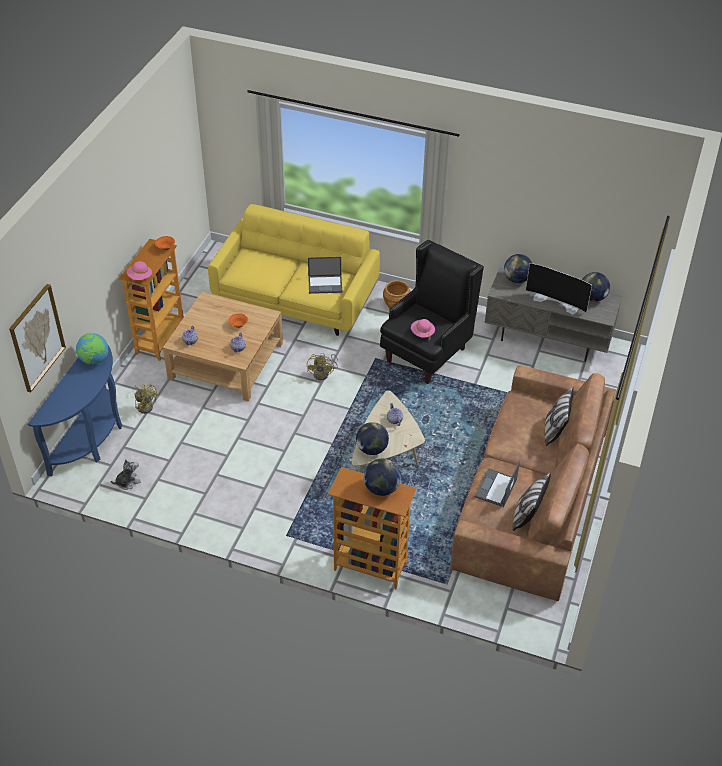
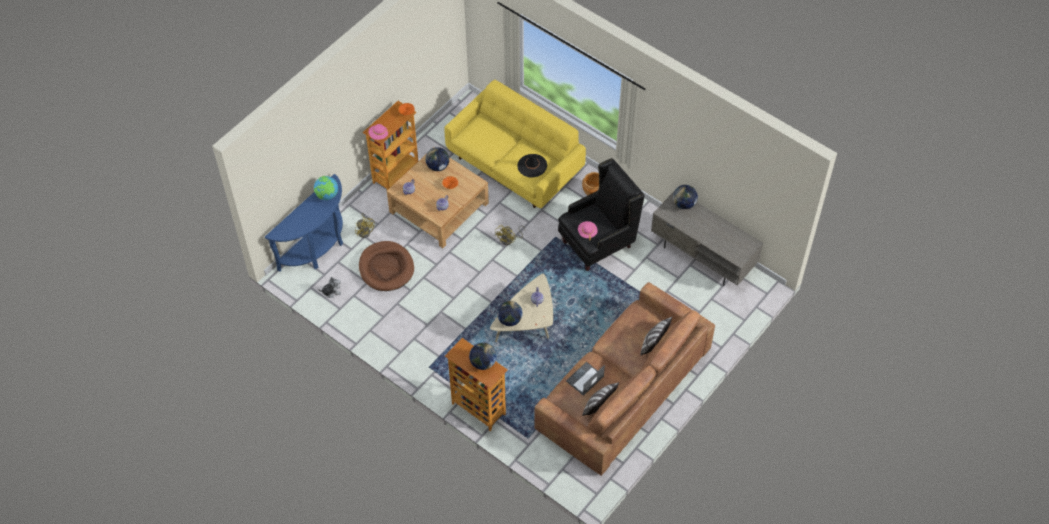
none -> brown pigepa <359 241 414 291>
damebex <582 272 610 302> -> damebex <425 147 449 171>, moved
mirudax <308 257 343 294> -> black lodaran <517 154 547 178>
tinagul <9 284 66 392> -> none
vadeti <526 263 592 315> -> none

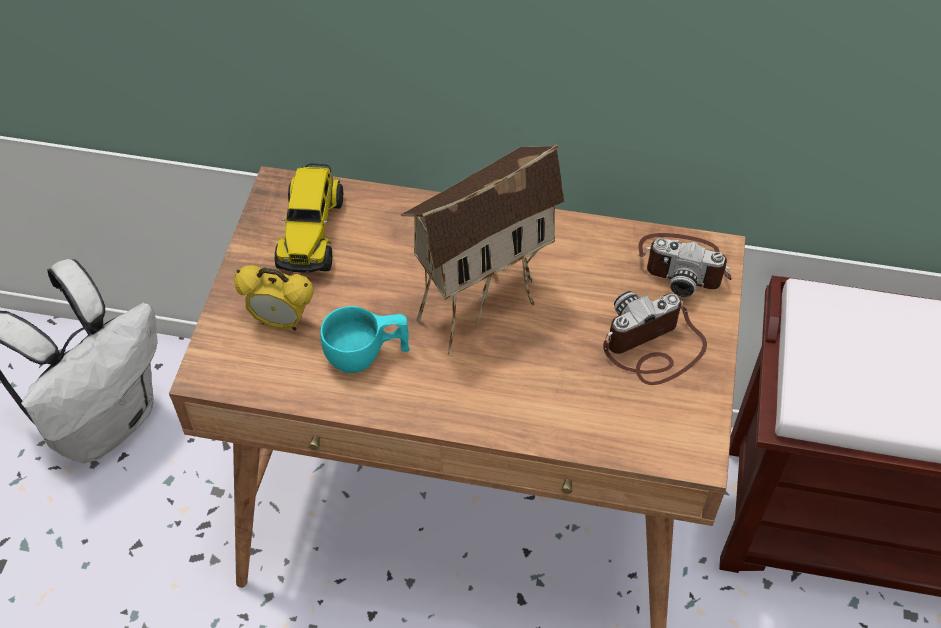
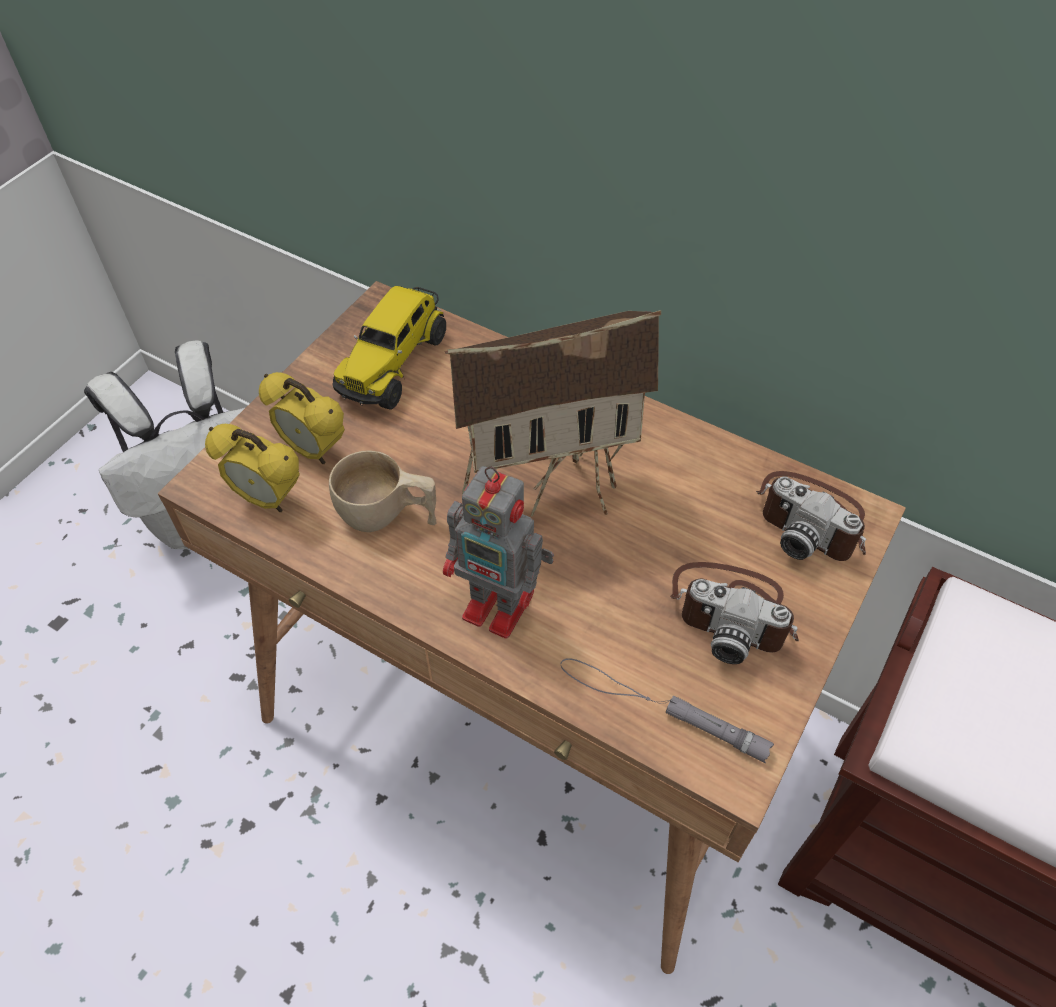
none -> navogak <205 424 300 512>
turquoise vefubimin <320 306 410 373> -> beige vefubimin <329 450 437 532>
none -> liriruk <443 466 554 639>
none -> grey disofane <561 658 774 763>
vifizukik <603 291 707 385> -> vifizukik <670 562 799 664>, 150 degrees counterclockwise

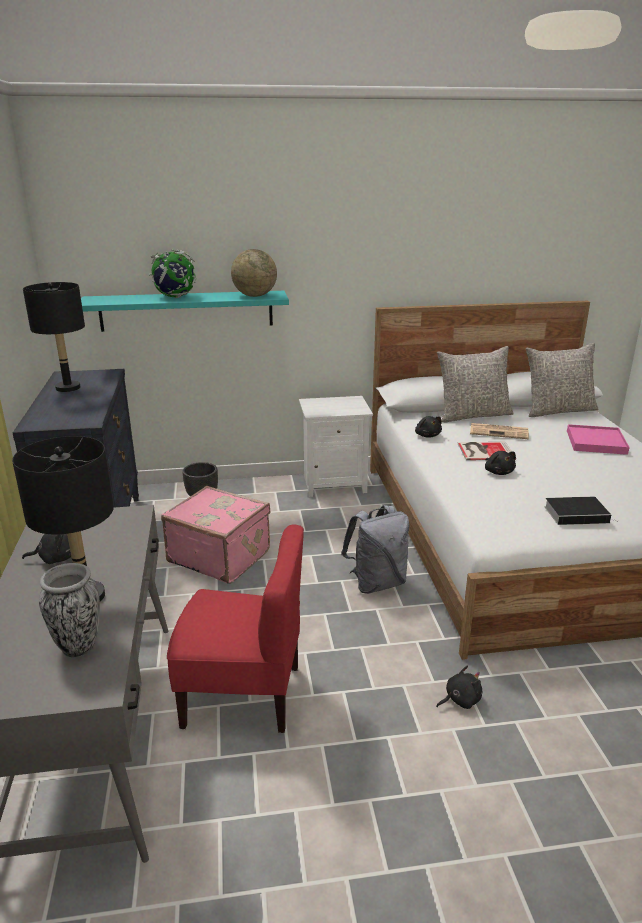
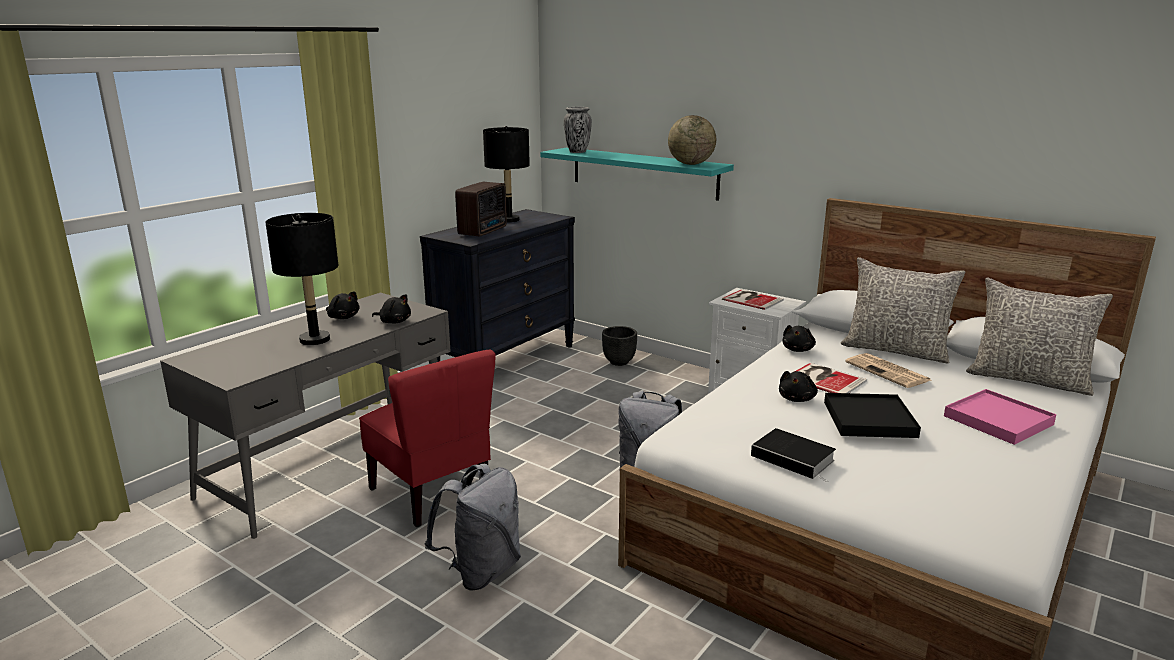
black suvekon <436 666 482 709> -> black suvekon <372 294 411 324>, moved
none -> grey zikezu <425 464 521 591>
none -> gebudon <455 182 507 237>
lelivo <39 563 100 657> -> lelivo <564 107 592 153>, moved
none -> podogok <722 289 784 310>
none -> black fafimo <824 393 921 438>
damebex <149 250 196 298> -> none
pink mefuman <161 486 270 584> -> none

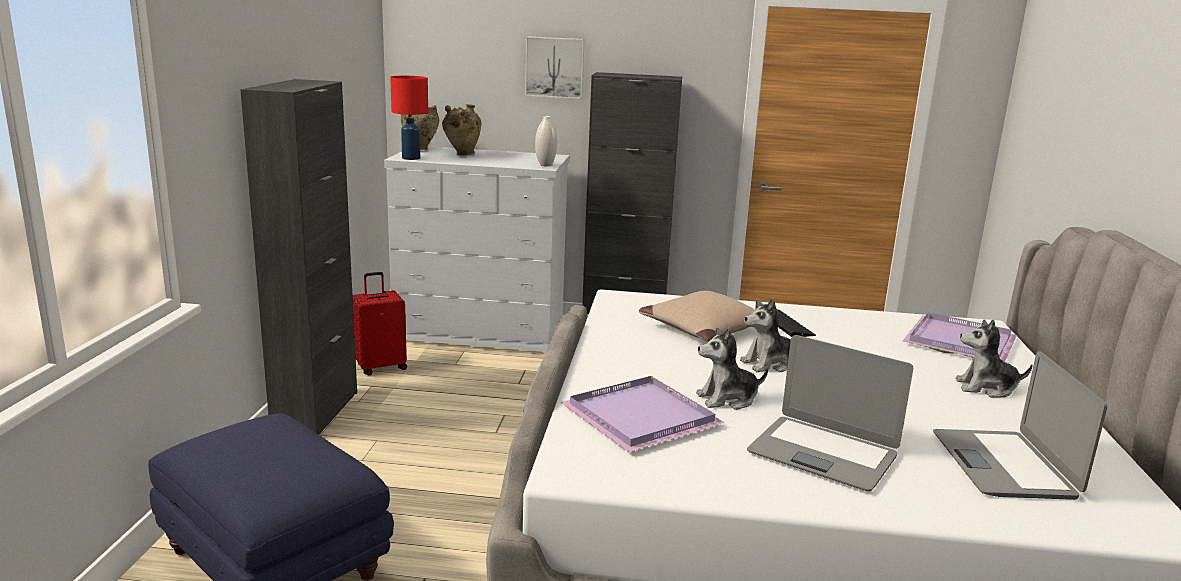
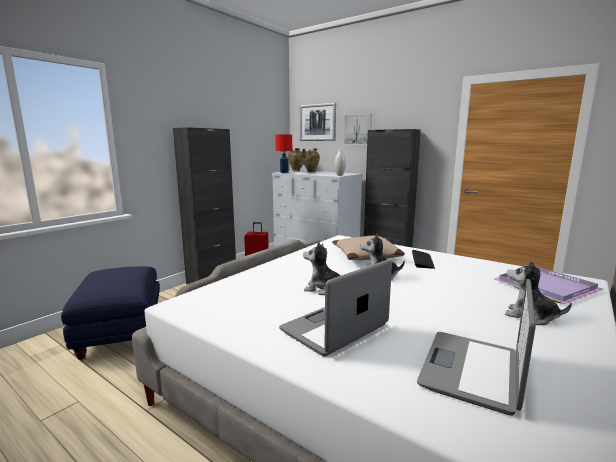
mirudax <747 335 913 491> -> mirudax <279 259 392 357>, 75 degrees clockwise
none -> tinagul <300 103 336 141>
purple fafimo <560 376 725 452> -> none

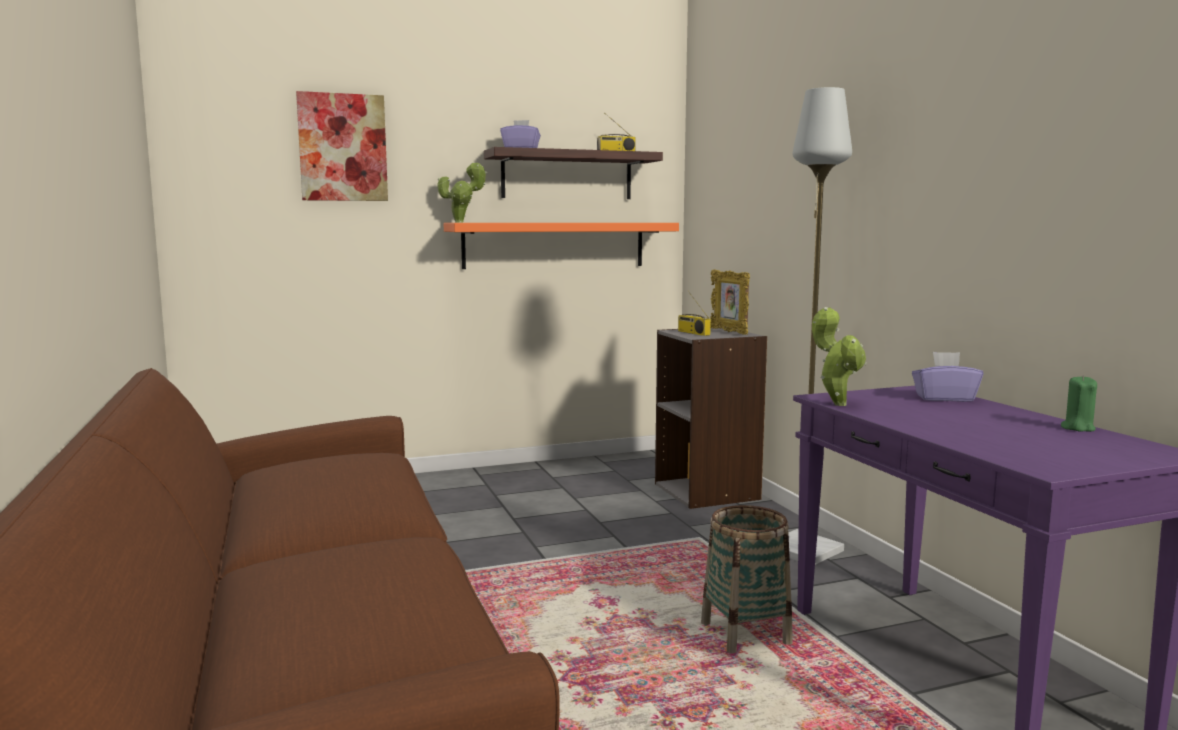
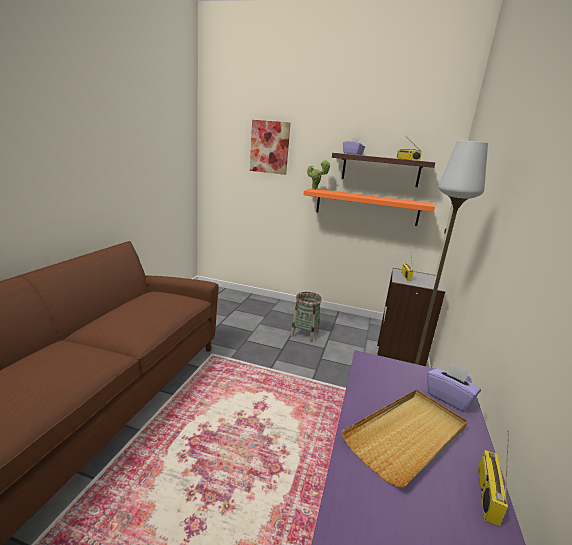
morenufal <701 505 793 654> -> morenufal <291 292 322 342>, moved
none -> beige fafimo <341 389 468 488>
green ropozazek <1061 375 1097 432> -> gebudon <478 431 509 527>
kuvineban <710 270 750 335> -> none
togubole <812 307 867 406> -> none

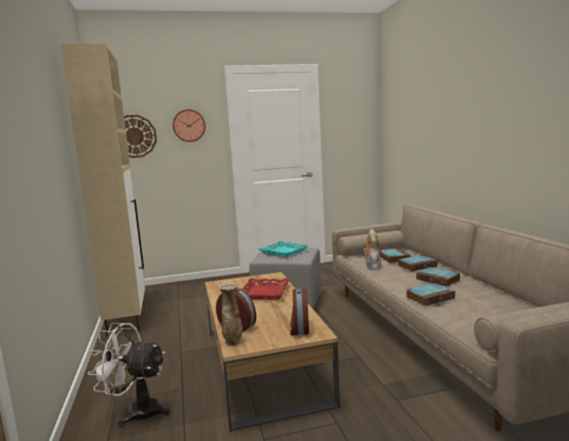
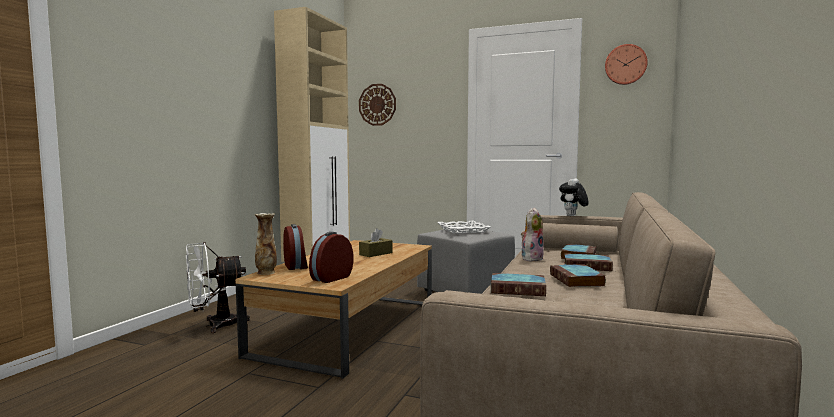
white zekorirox <87 323 171 427> -> white zekorirox <186 242 250 333>, 75 degrees counterclockwise
red fafimo <242 278 290 300> -> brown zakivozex <359 228 393 257>
turquoise fafimo <258 241 309 257> -> white fafimo <437 221 490 234>
none -> suvekon <559 178 589 216>
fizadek <173 109 206 142> -> fizadek <605 44 648 85>, moved

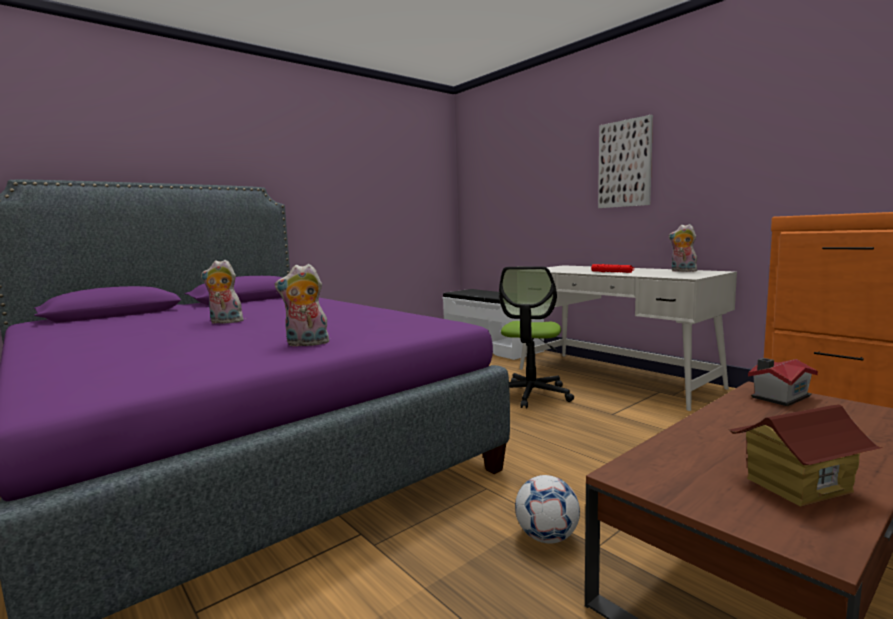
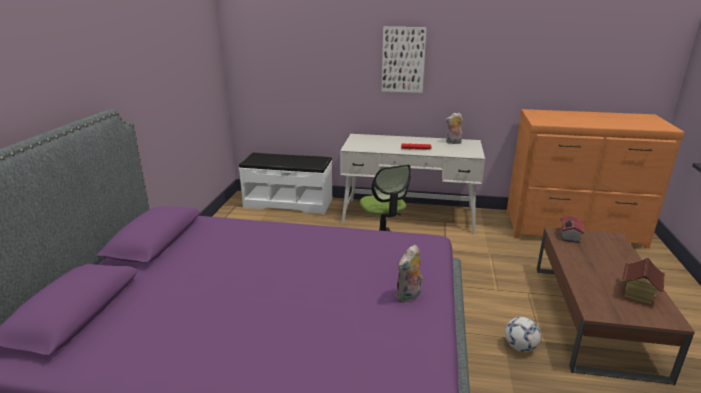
suvekon <201 260 244 324> -> none

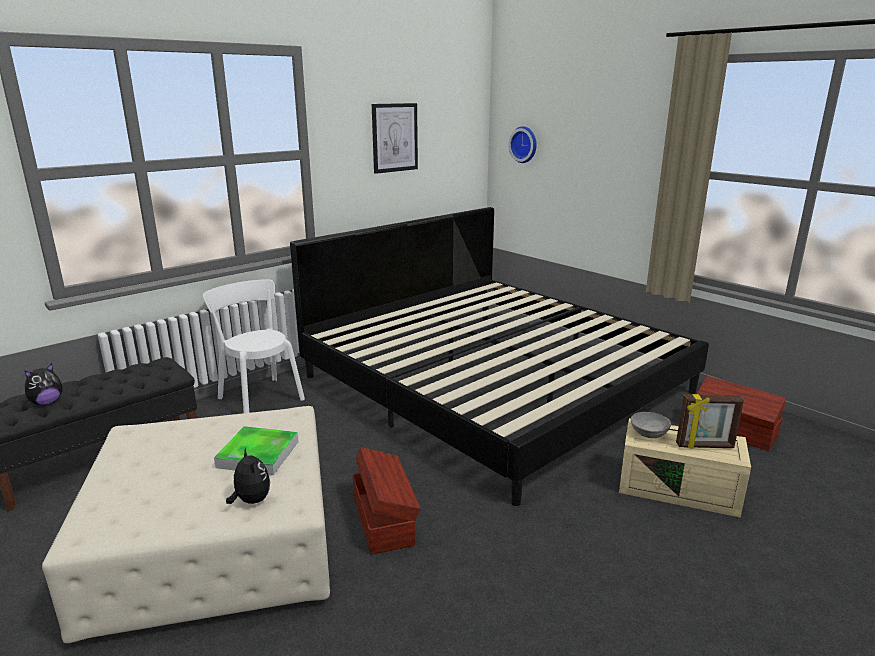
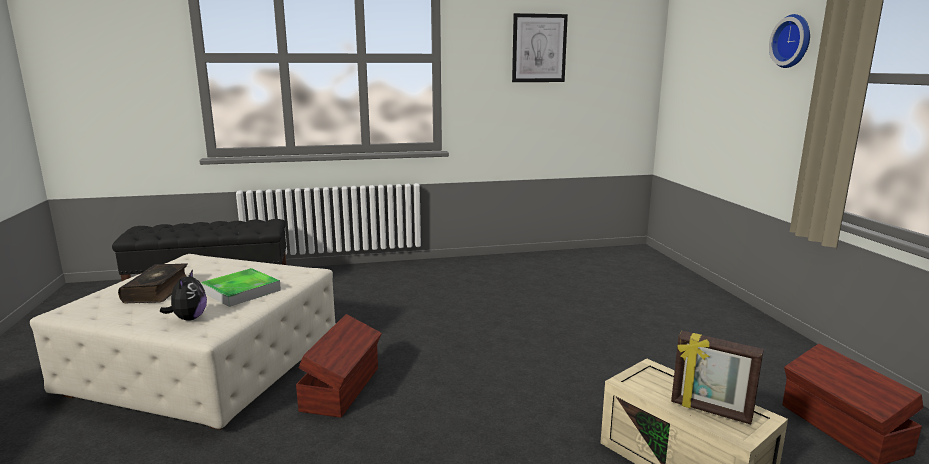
none -> podogok <118 263 188 303>
fizadek <509 126 537 163> -> fizadek <769 14 810 68>, moved
suvekon <24 363 62 405> -> none
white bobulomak <203 279 305 413> -> none
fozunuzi <290 207 709 506> -> none
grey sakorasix <631 412 671 438> -> none

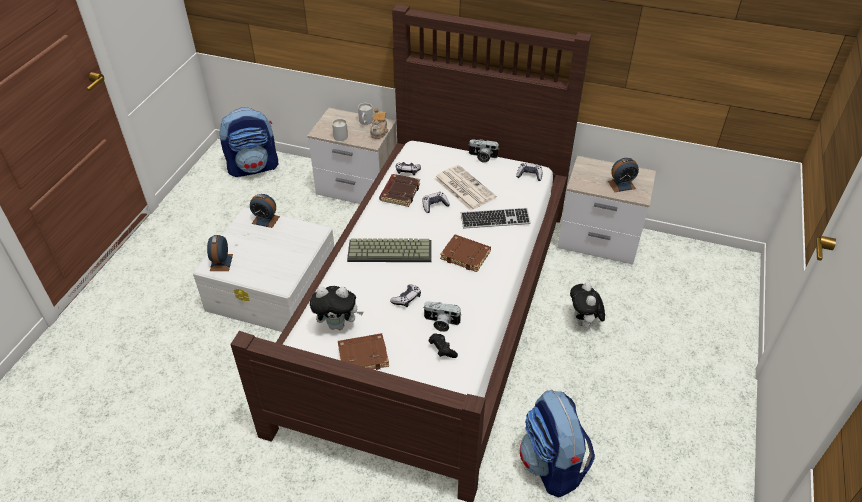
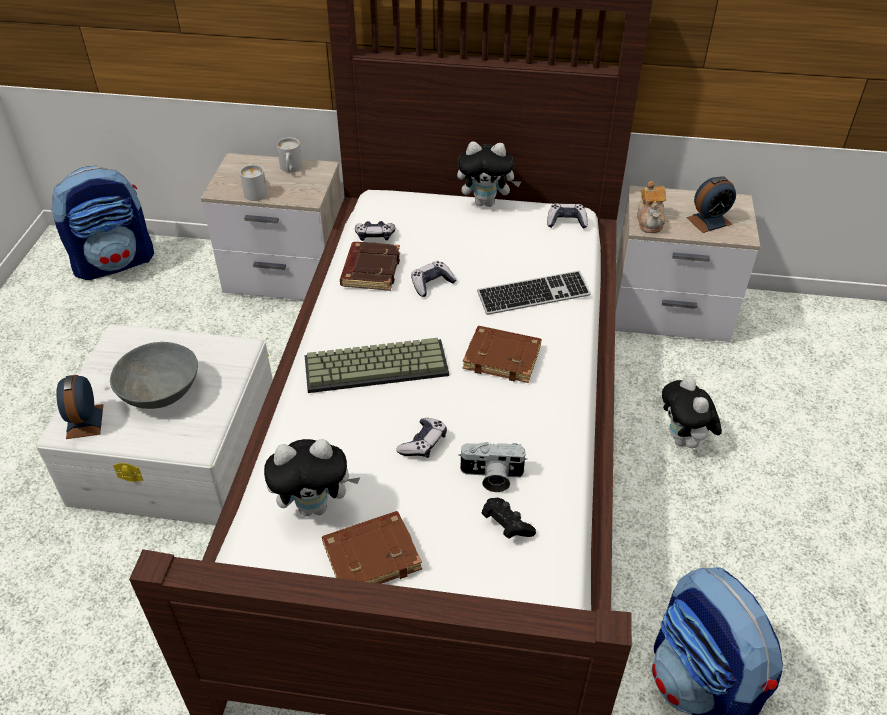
none -> grey sakorasix <110 342 198 409>
vifizukik <468 139 499 163> -> suvekon <457 142 522 207>
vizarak <370 108 388 139> -> vizarak <637 181 666 233>, moved
navogak <250 194 280 228> -> none
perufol <434 165 497 211> -> none

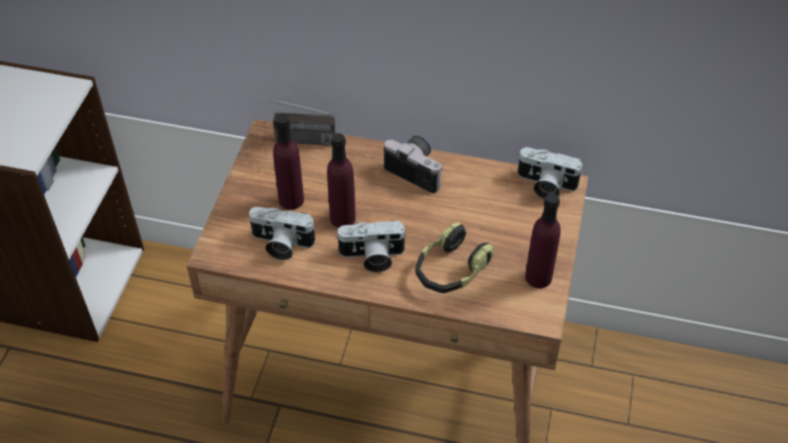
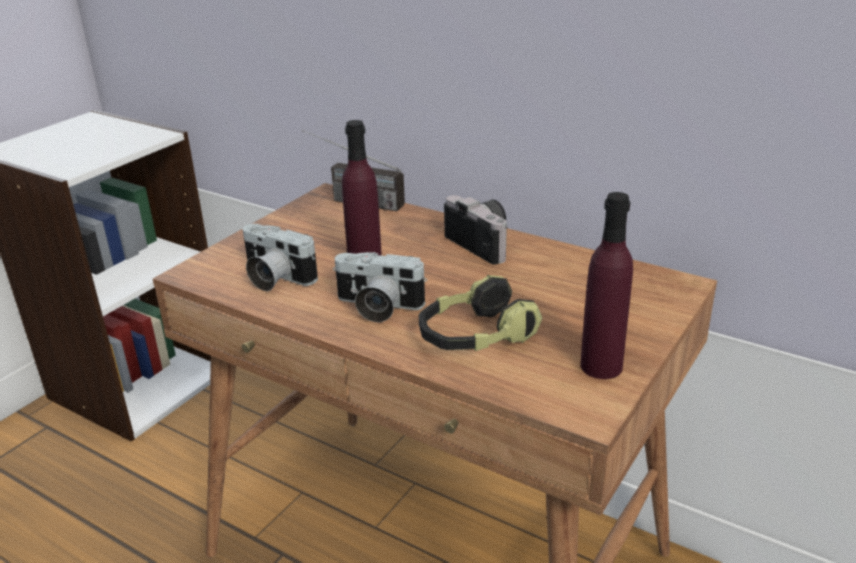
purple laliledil <273 115 304 210> -> none
vifizukik <517 147 583 199> -> none

